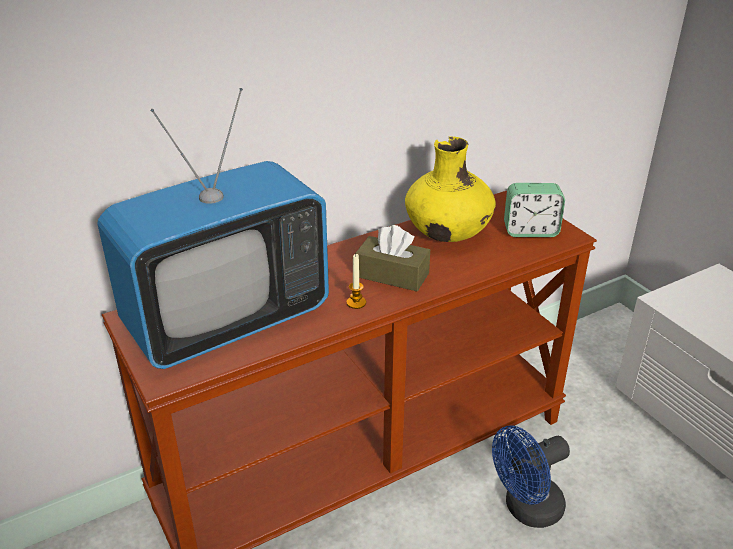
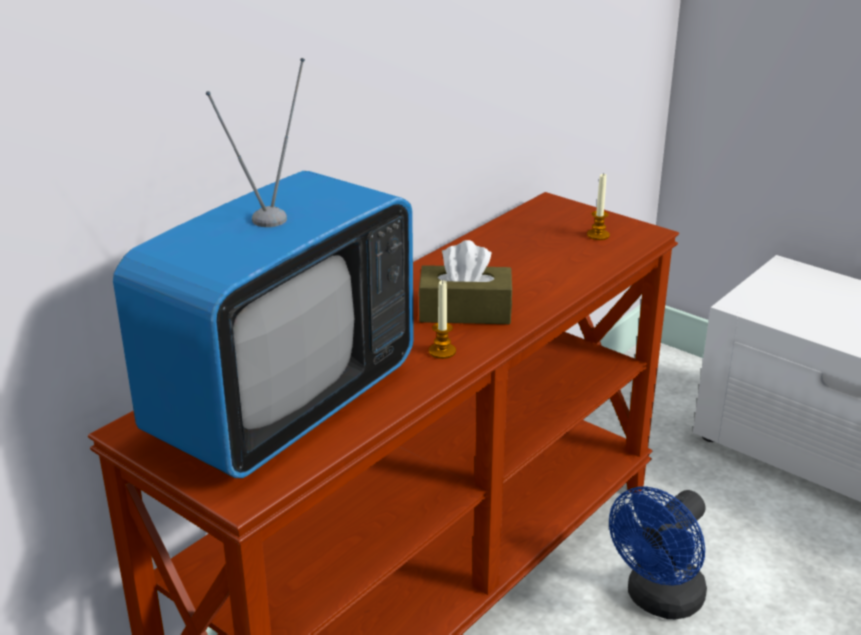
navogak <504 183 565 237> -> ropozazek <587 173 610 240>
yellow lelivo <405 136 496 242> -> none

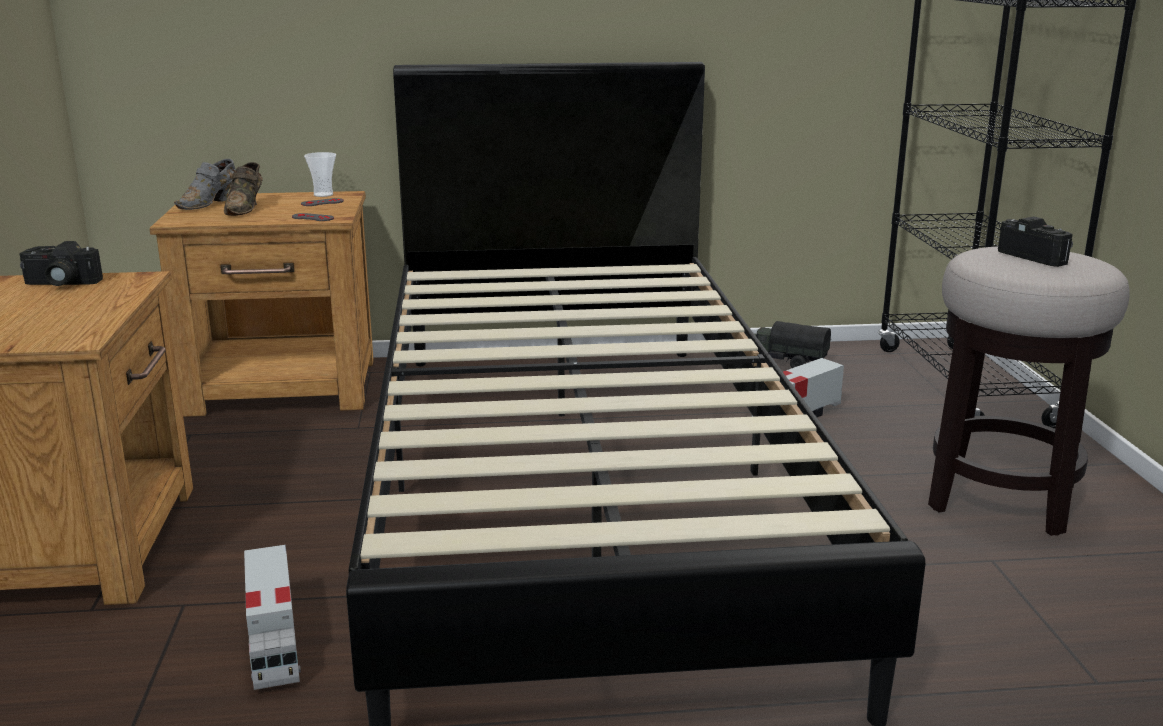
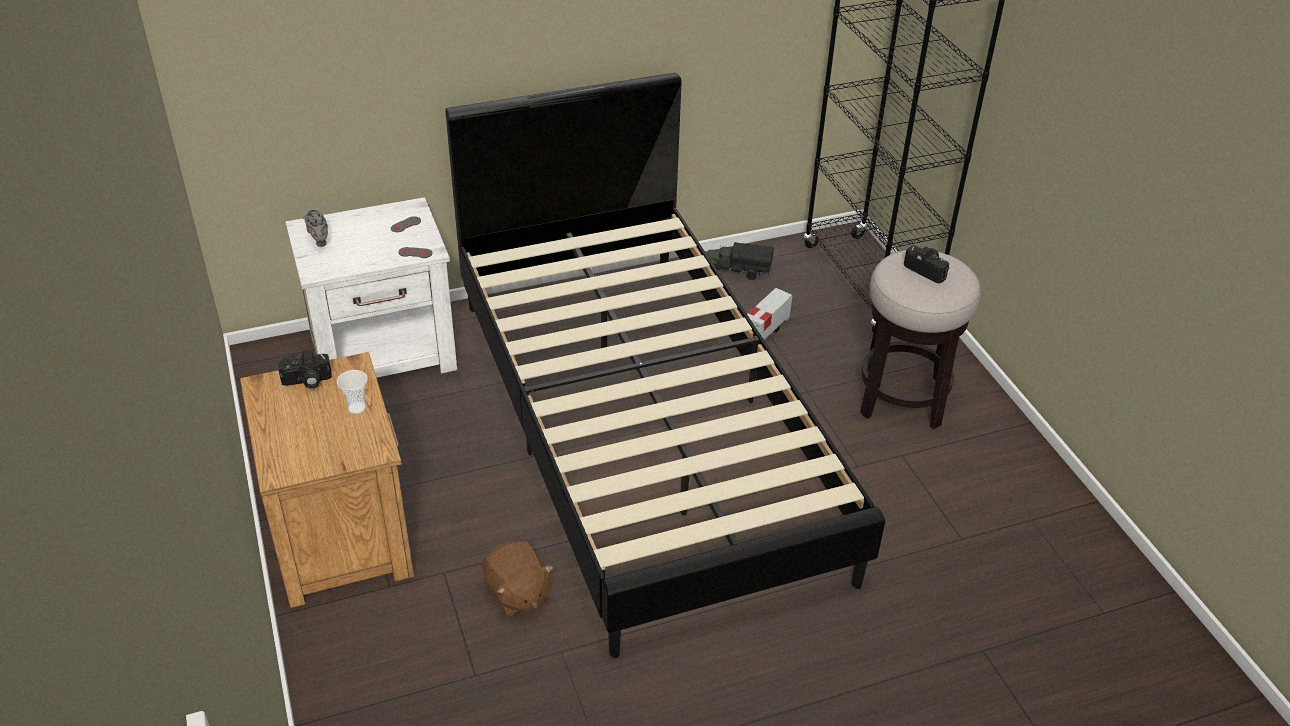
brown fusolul <150 191 374 417> -> white fusolul <285 197 457 378>
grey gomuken <174 159 236 210> -> grey gomuken <303 209 328 247>, 150 degrees clockwise
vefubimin <304 152 336 197> -> vefubimin <337 370 367 414>, moved
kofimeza <244 545 301 690> -> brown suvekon <482 541 554 617>
brown gomuken <224 162 263 216> -> none

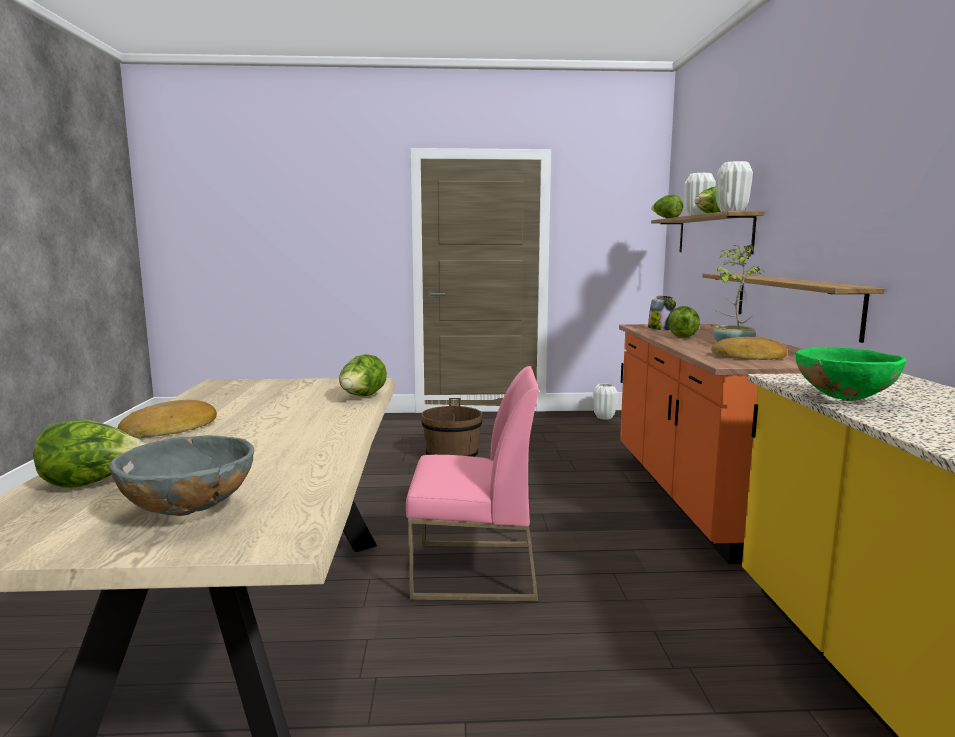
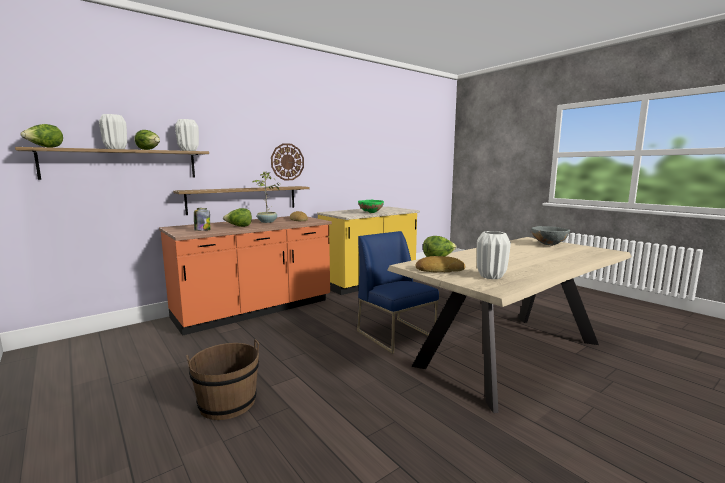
none -> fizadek <271 143 304 180>
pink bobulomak <406 366 539 601> -> blue bobulomak <357 231 439 354>
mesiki <118 400 217 438> -> mesiki <416 256 466 272>, moved
white lelivo <593 383 617 420> -> white lelivo <477 231 511 279>, moved
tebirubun <33 419 146 488> -> none

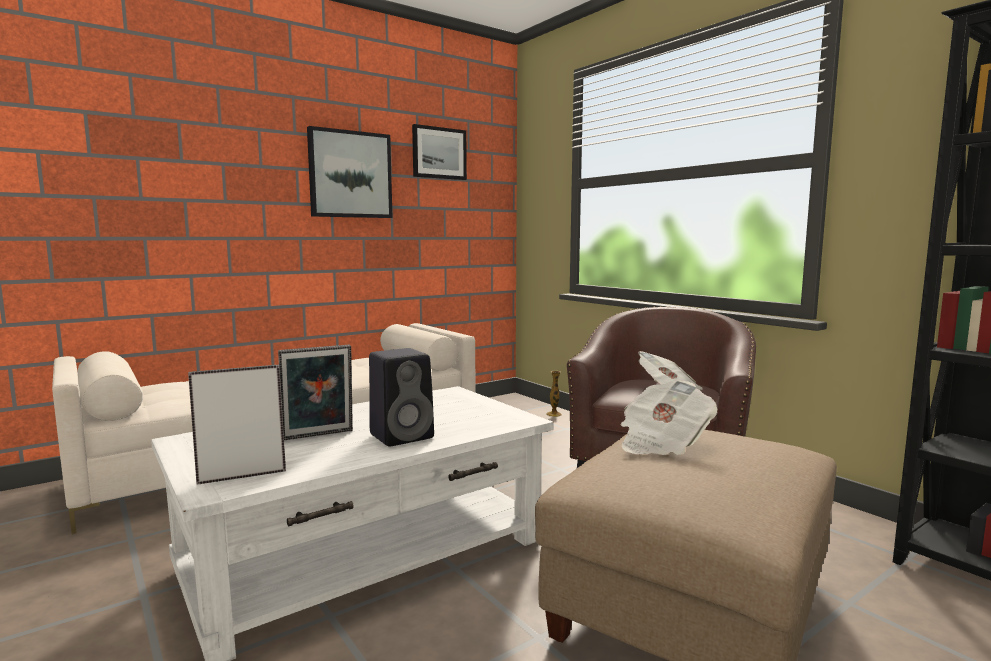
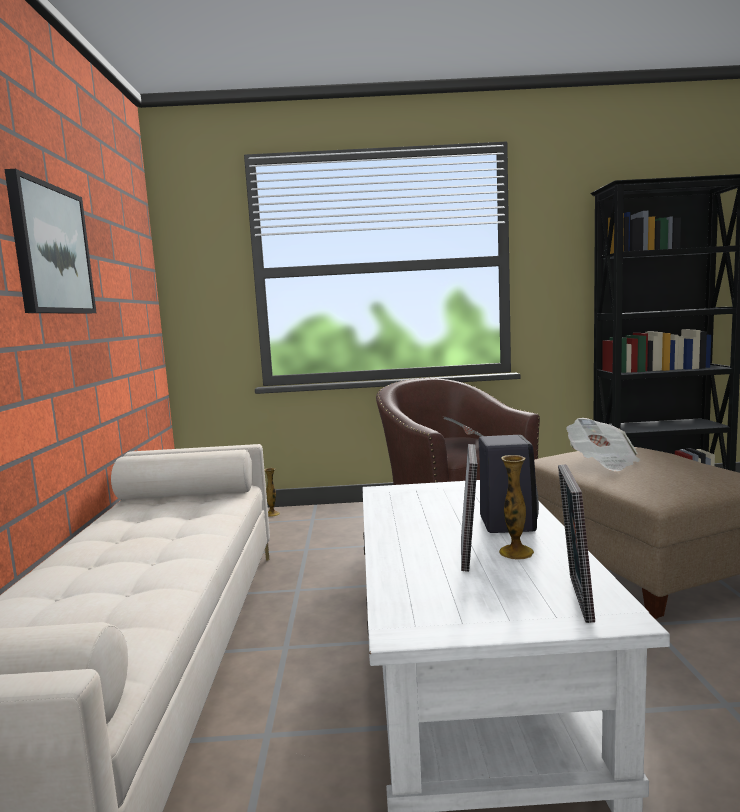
none -> lelivo <499 455 534 560>
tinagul <412 124 467 180> -> none

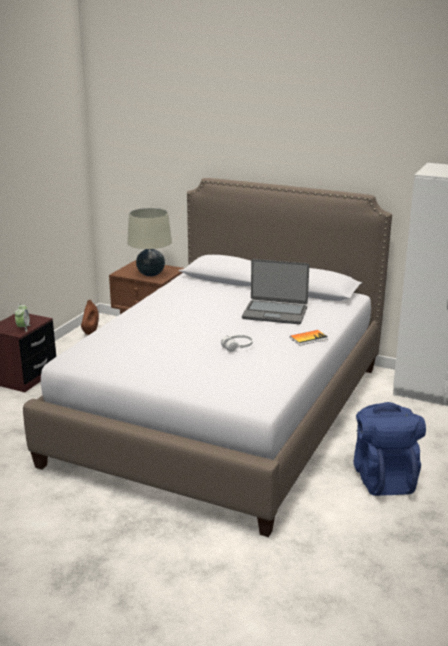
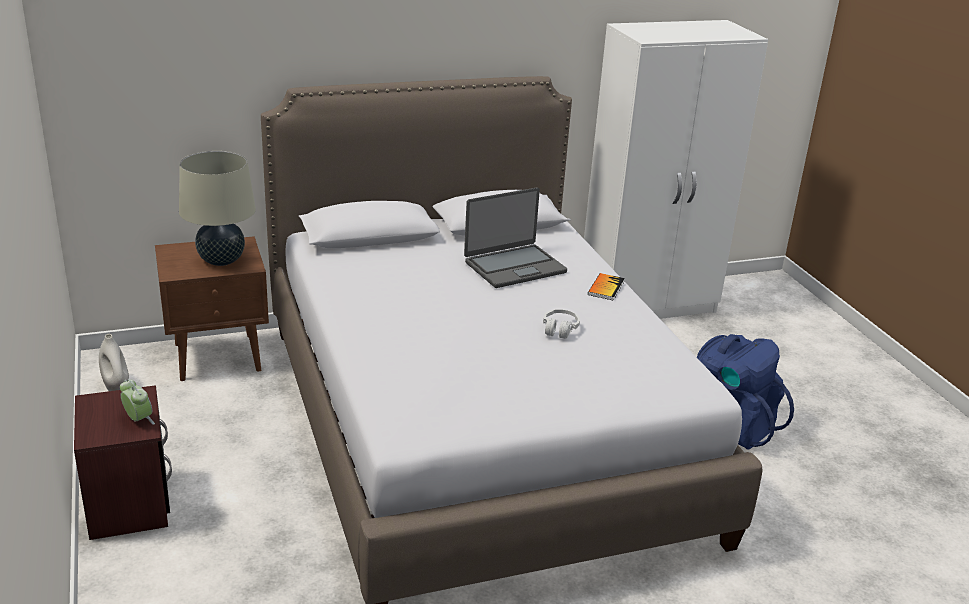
brown lelivo <81 300 99 335> -> white lelivo <99 334 129 391>

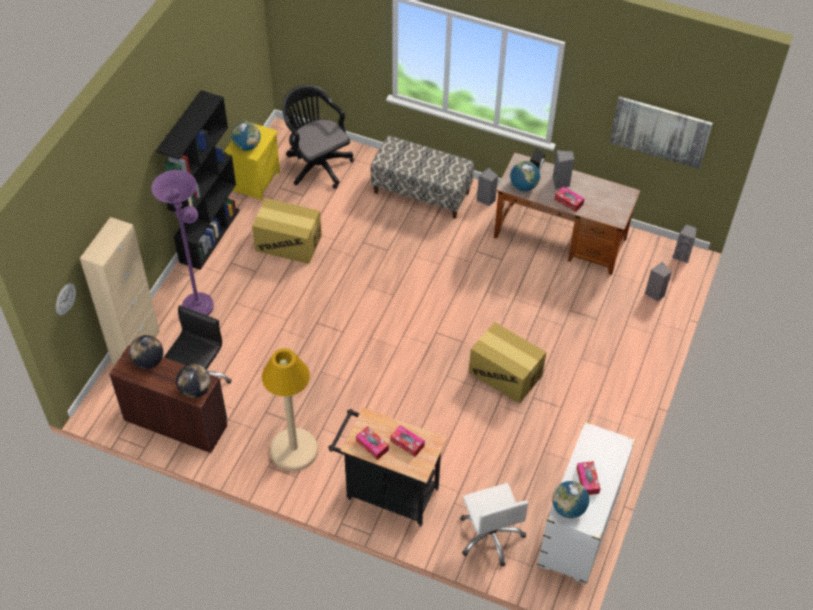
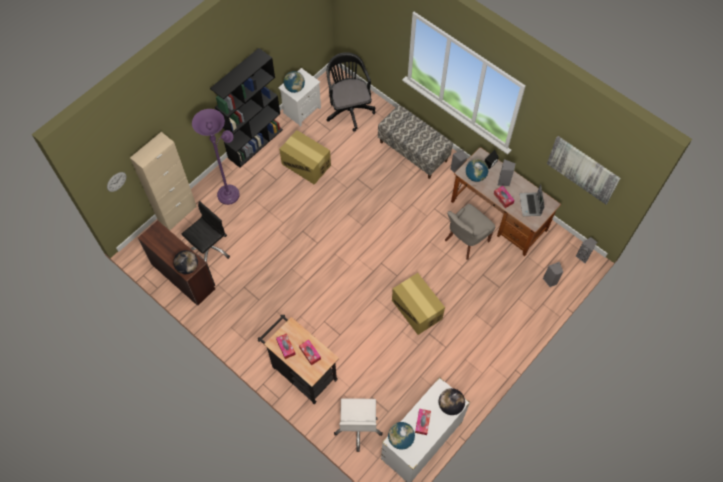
yellow fusolul <225 121 280 201> -> white fusolul <278 68 321 126>
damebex <129 335 163 369> -> damebex <439 388 465 415>, moved
none -> grey bobulomak <445 204 495 260>
none -> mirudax <520 184 544 216>
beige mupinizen <262 348 318 471> -> none

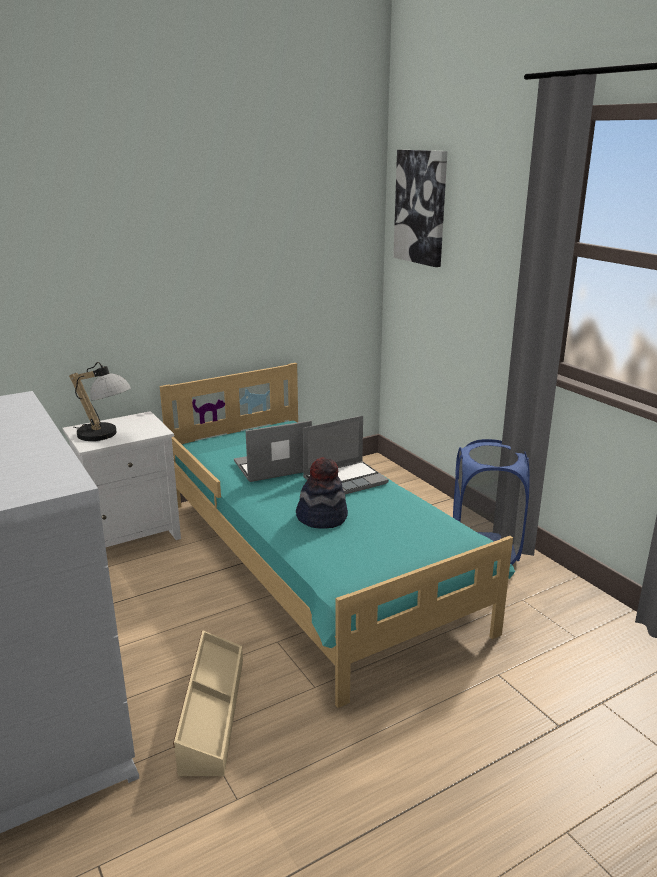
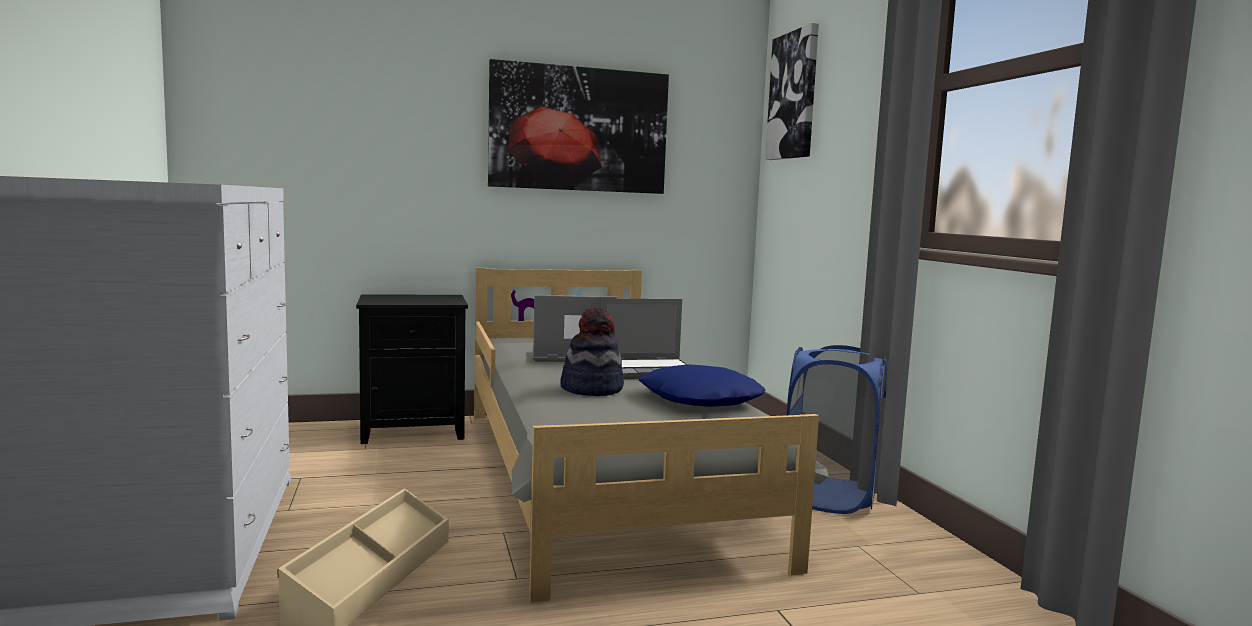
white fusolul <62 411 181 547> -> black fusolul <356 294 468 444>
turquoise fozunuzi <160 363 515 708> -> grey fozunuzi <474 268 829 602>
none -> tinagul <488 59 669 194>
none -> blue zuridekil <639 364 765 407>
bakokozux <69 362 131 441> -> none

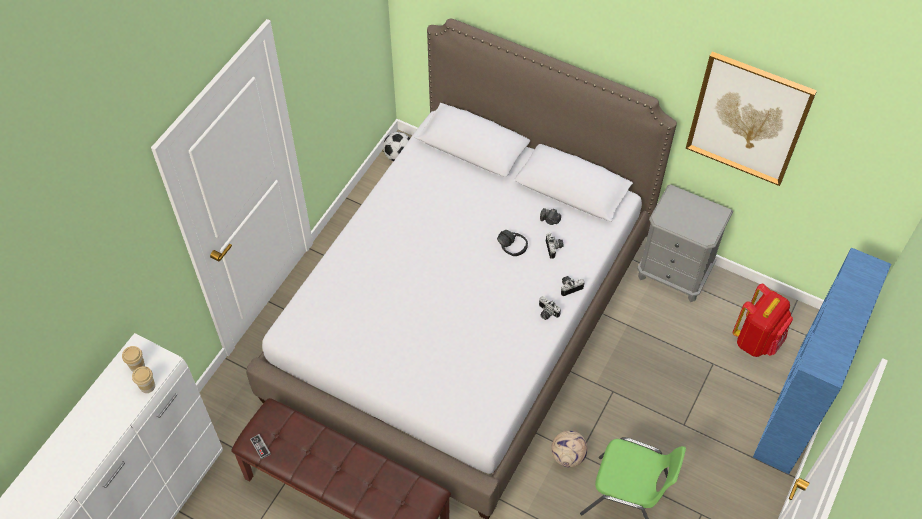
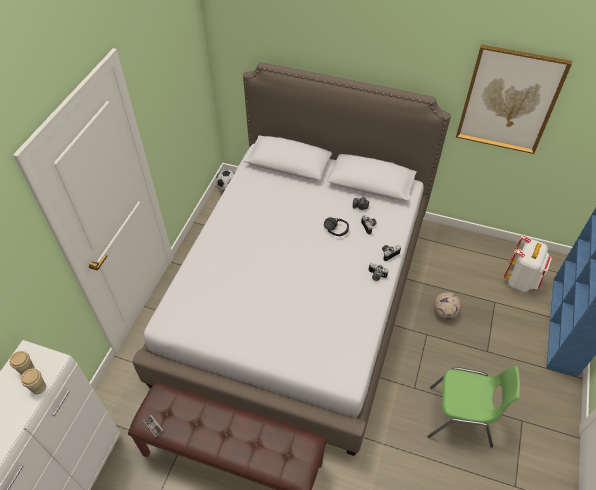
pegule <551 431 588 467> -> pegule <434 292 461 319>, moved
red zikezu <733 284 793 357> -> white zikezu <504 235 552 292>
grey fusolul <637 184 733 302> -> none

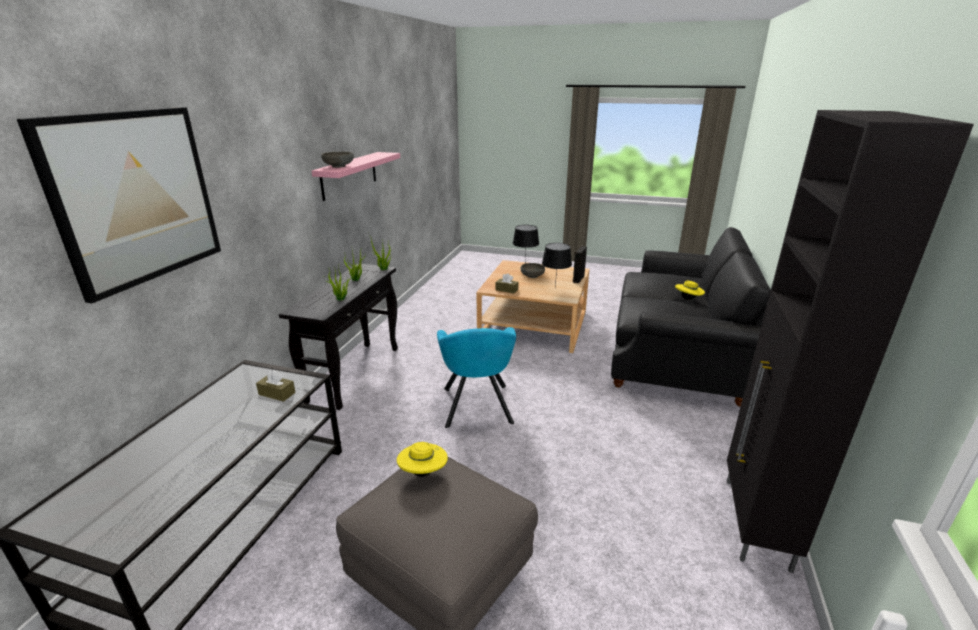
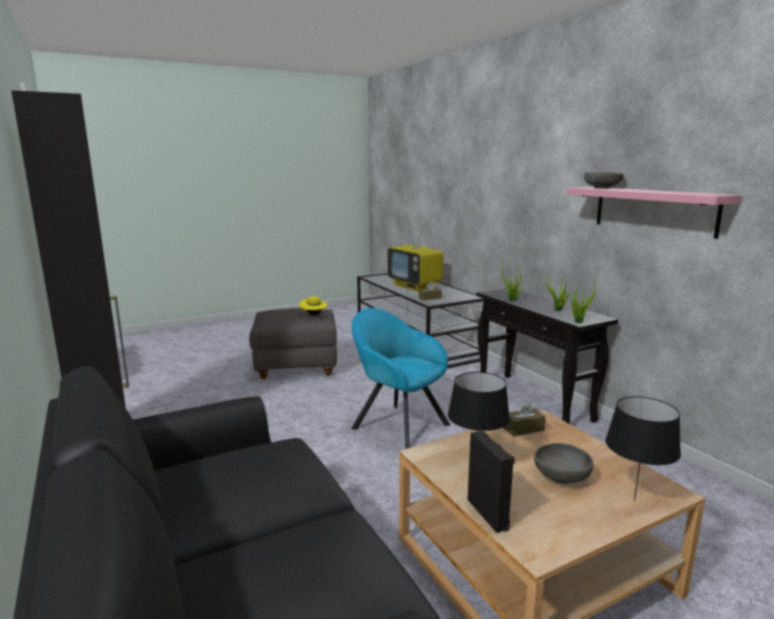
none -> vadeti <388 226 443 291>
tinagul <17 107 221 303> -> none
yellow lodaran <675 281 705 300> -> none

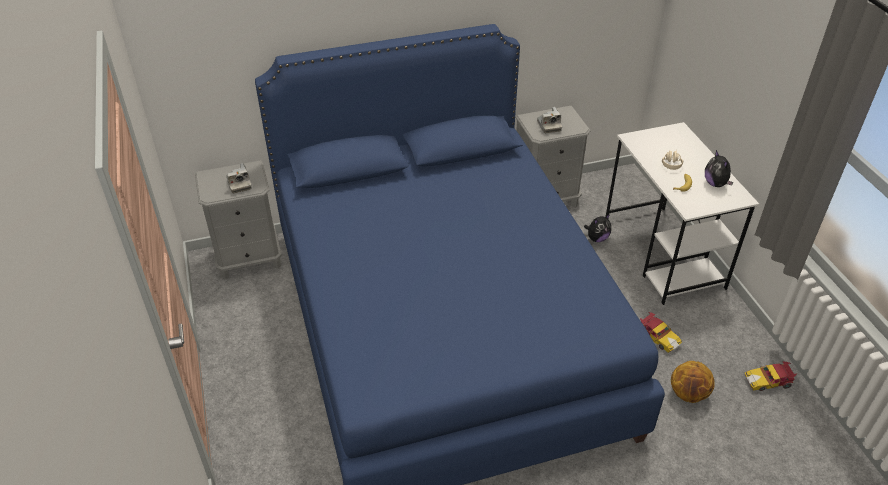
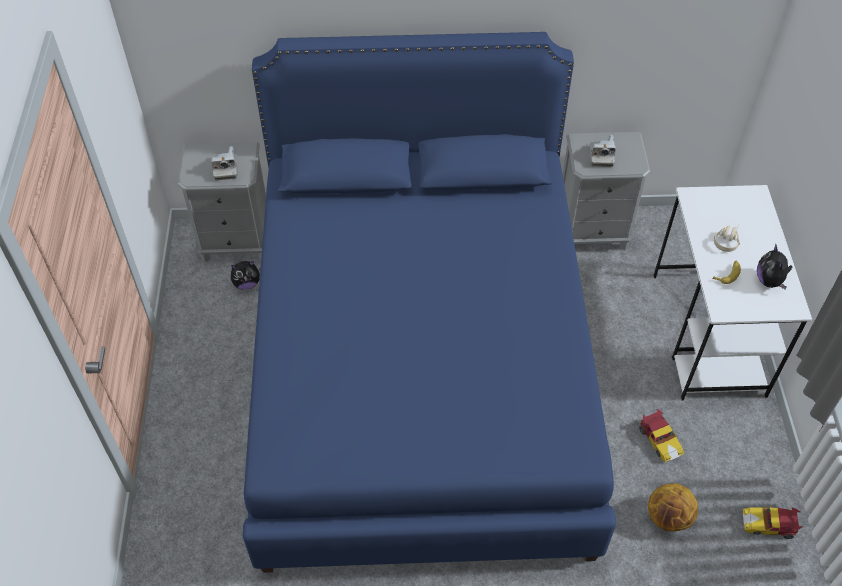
suvekon <584 214 611 242> -> suvekon <231 261 260 290>, moved

